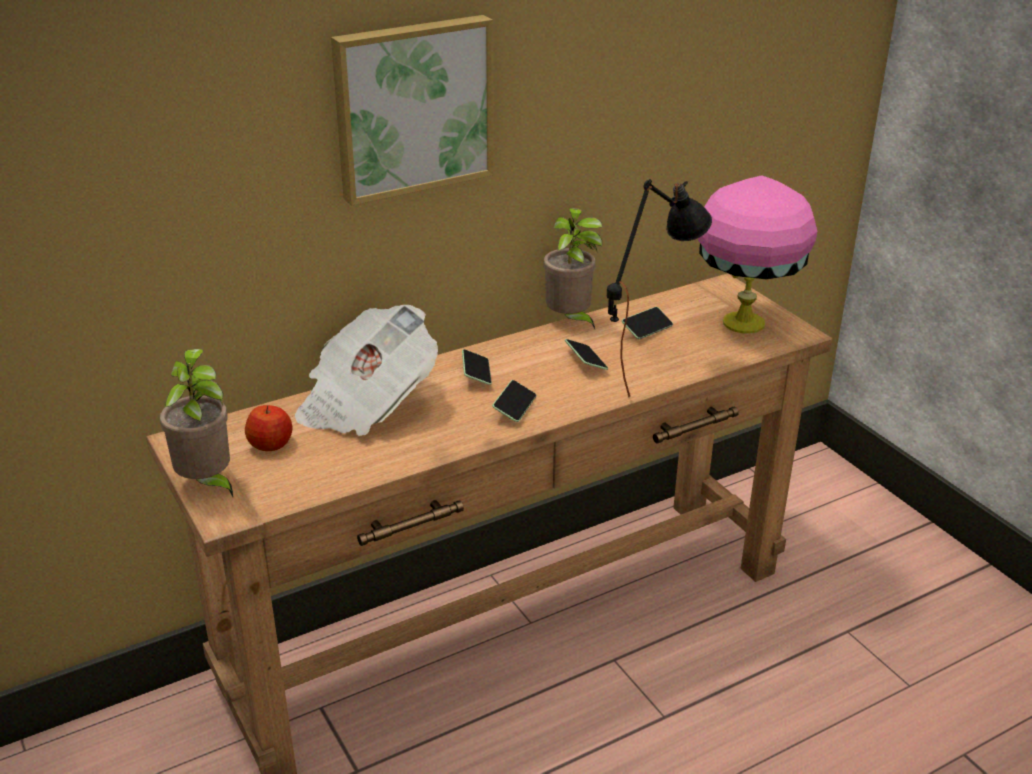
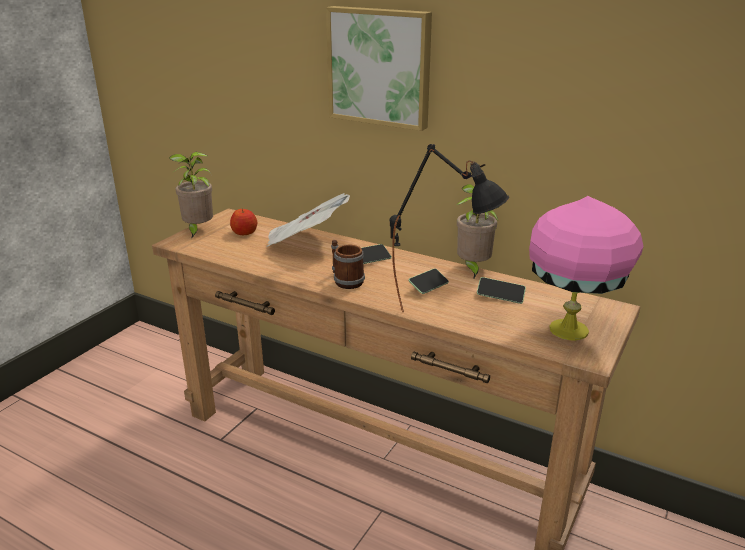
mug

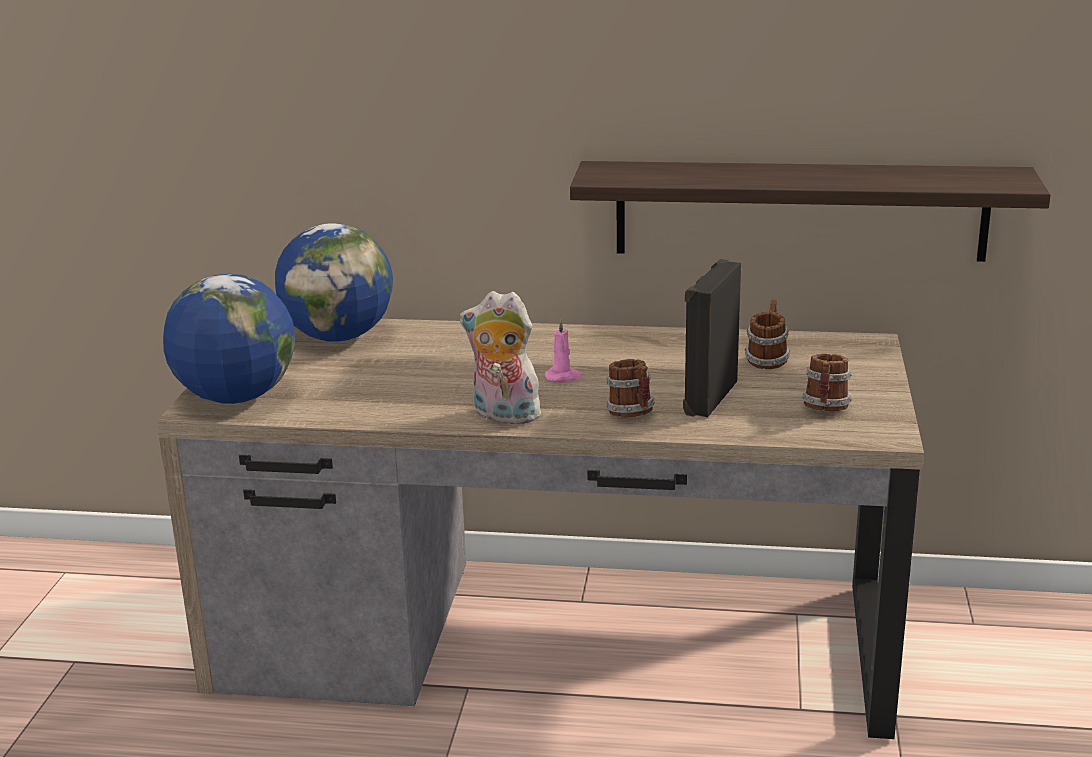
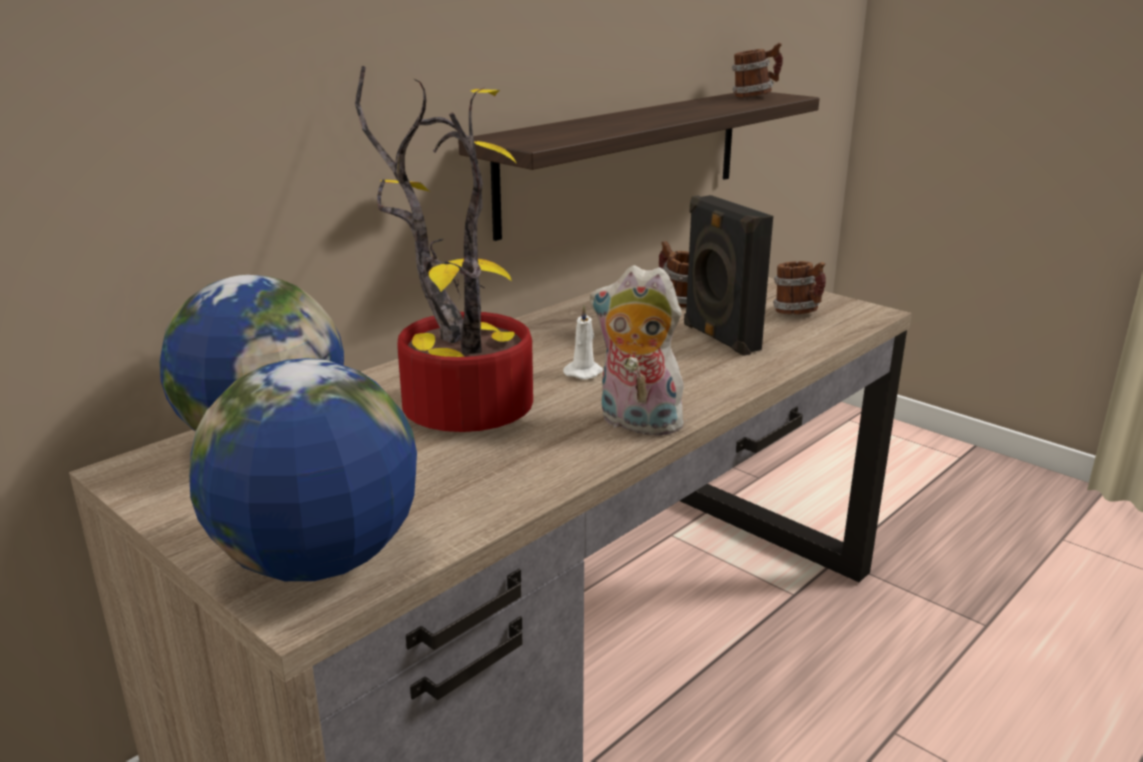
potted plant
white candle
plush toy
mug (2nd from left)

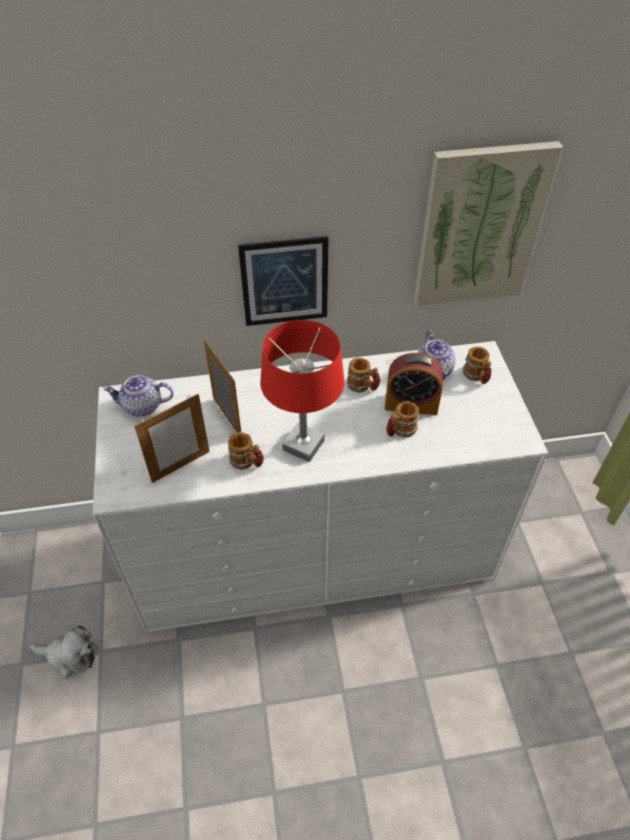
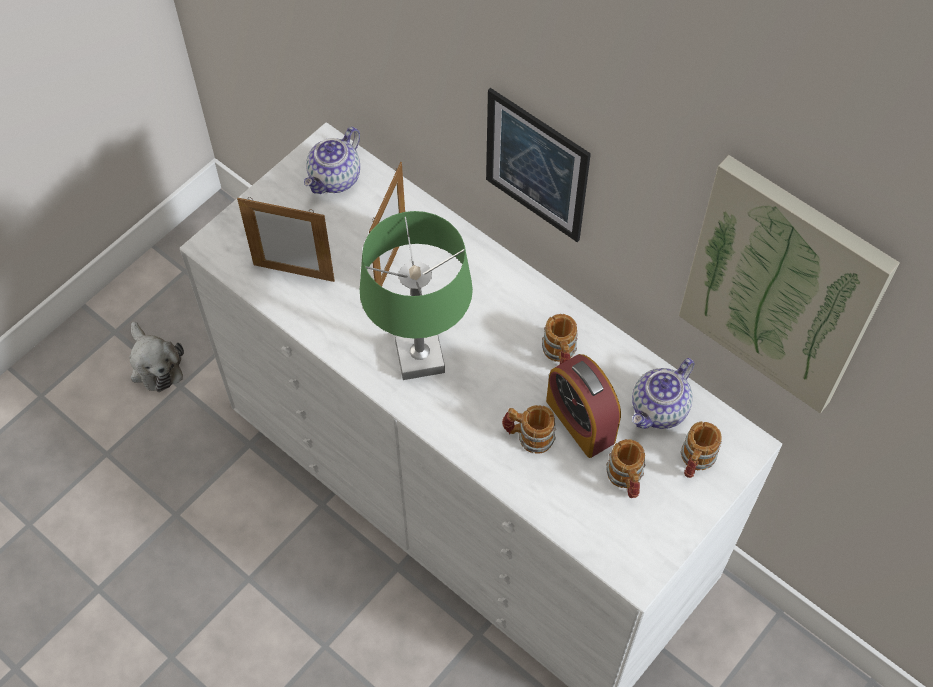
teapot (1st from left)
green table lamp
mug (3rd from left)

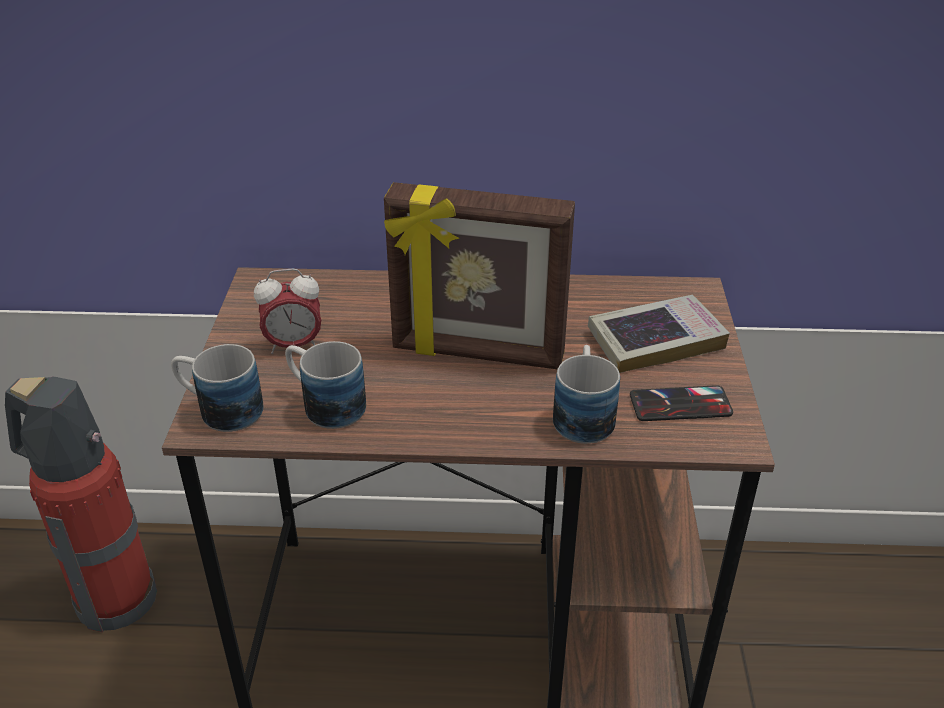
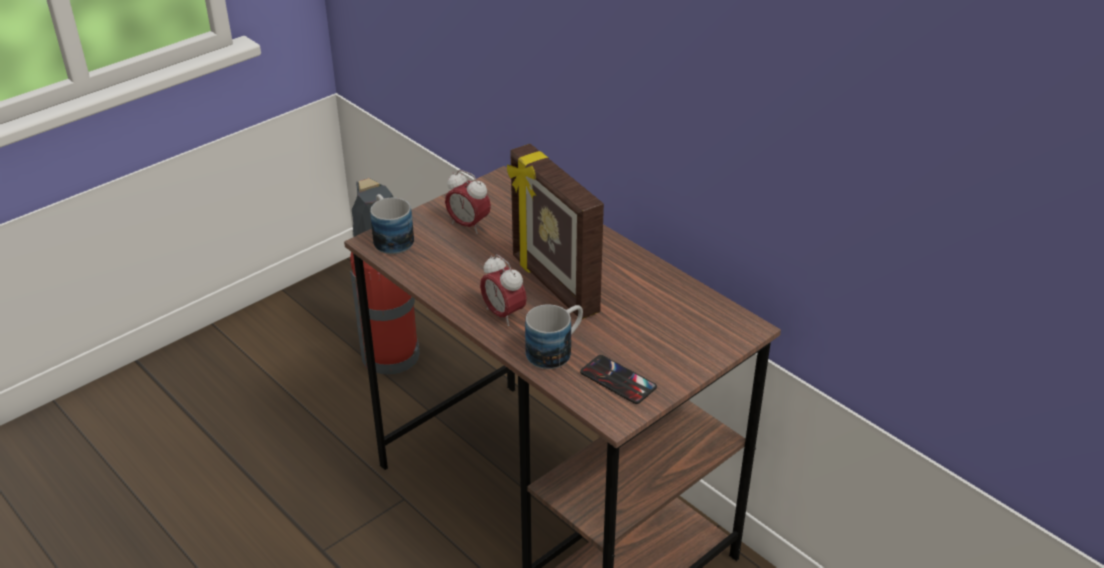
alarm clock (2nd from left)
mug (2nd from left in the first image)
book

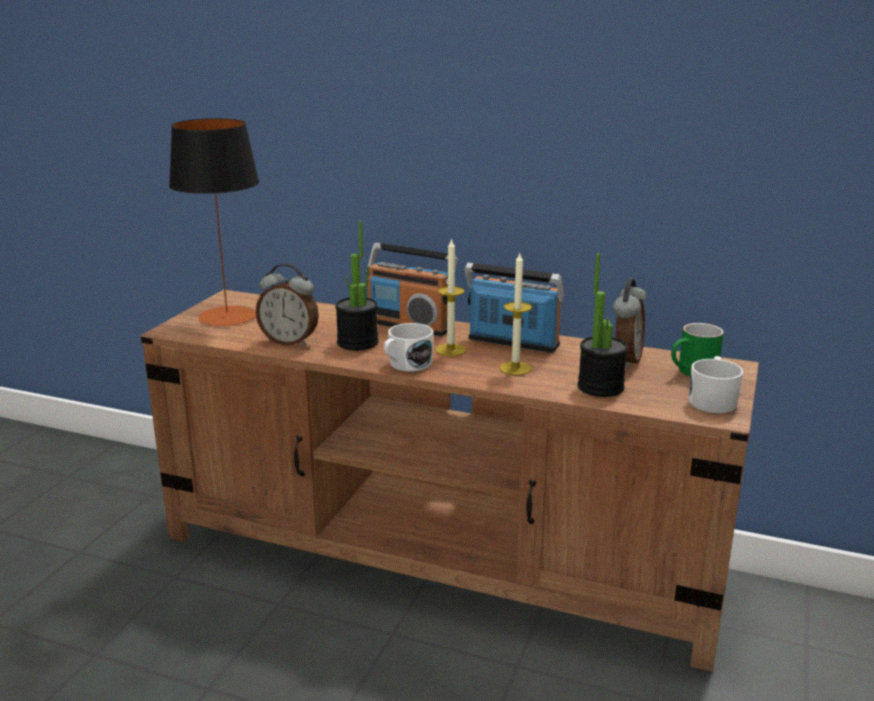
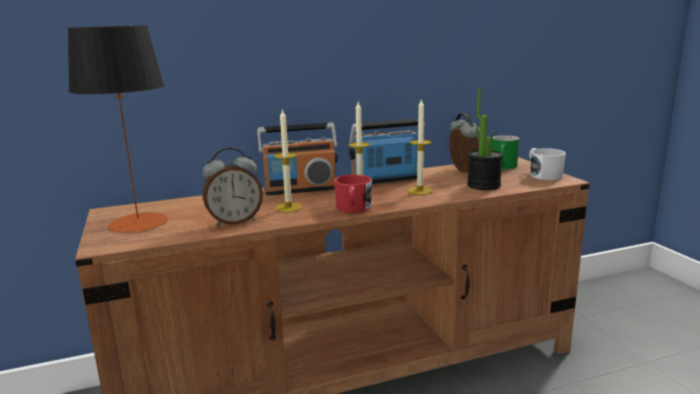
candle (1st from left)
red mug

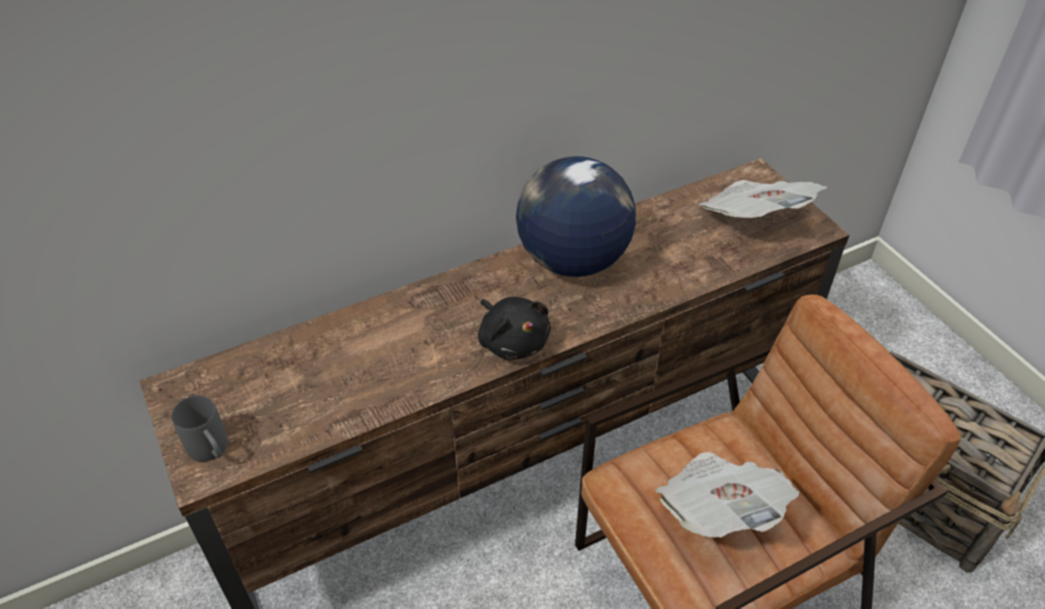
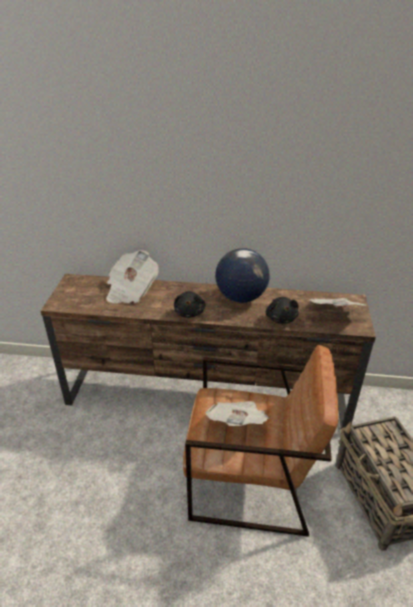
newspaper (1st from left)
black plush toy (2nd from left)
grey mug

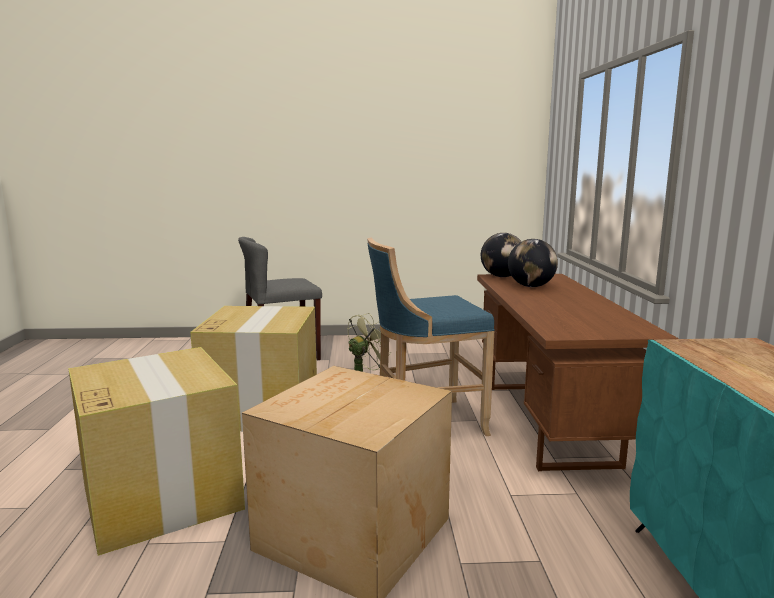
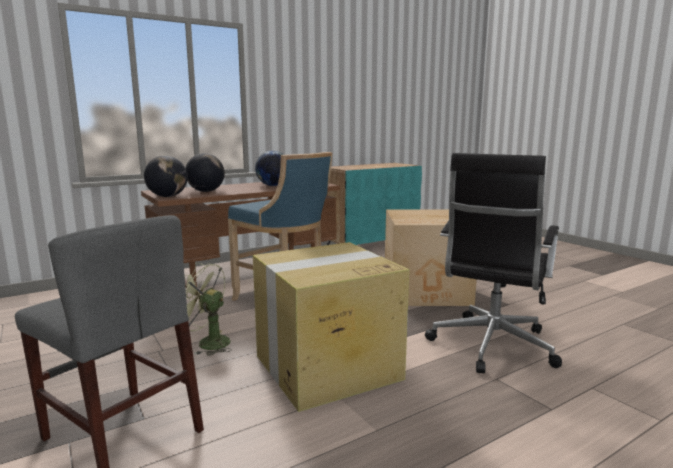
globe (3rd from left)
black office chair

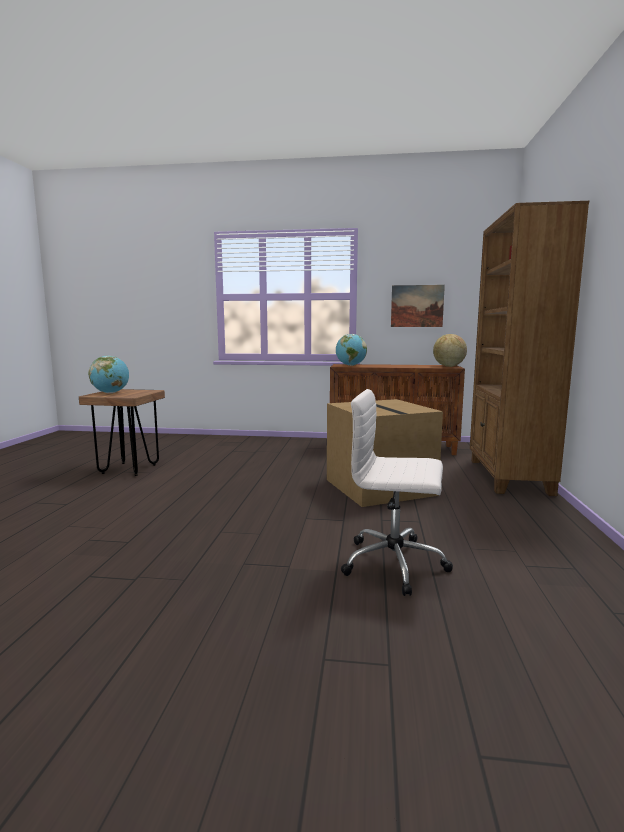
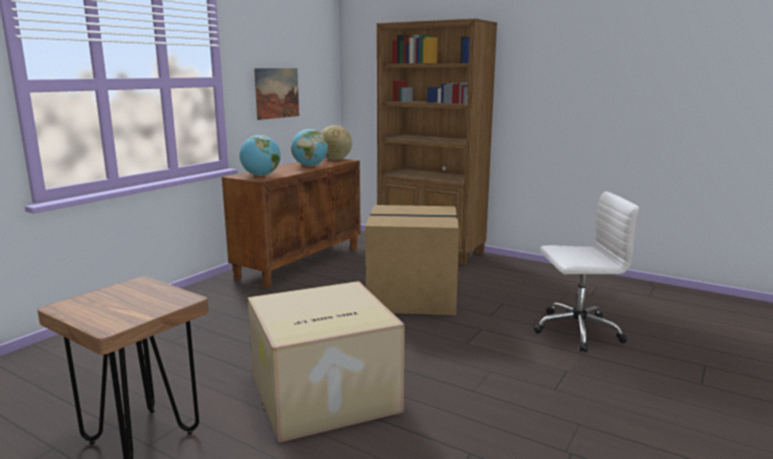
cardboard box (1st from left)
globe (2nd from left)
white office chair

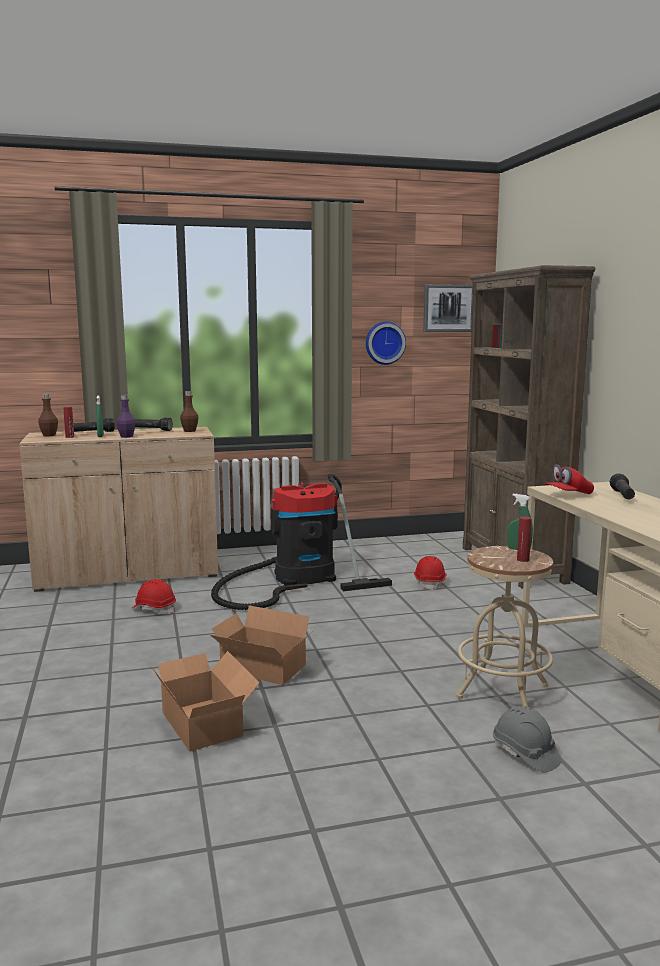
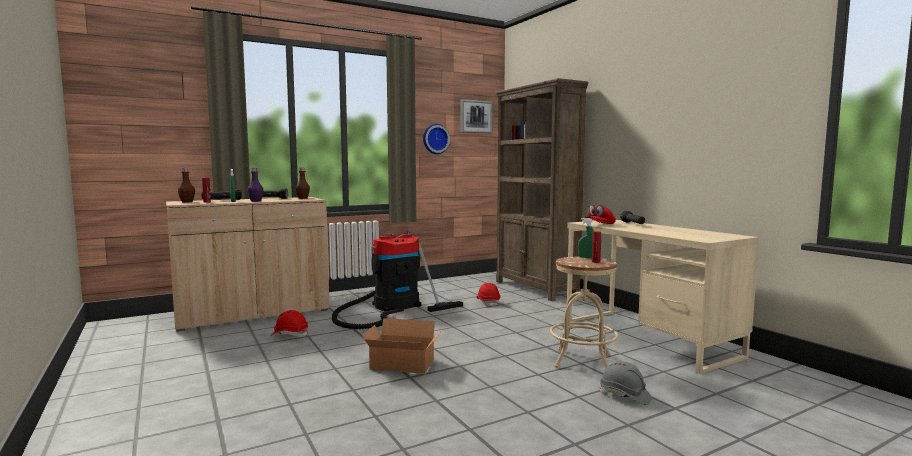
cardboard box (1st from left in the first image)

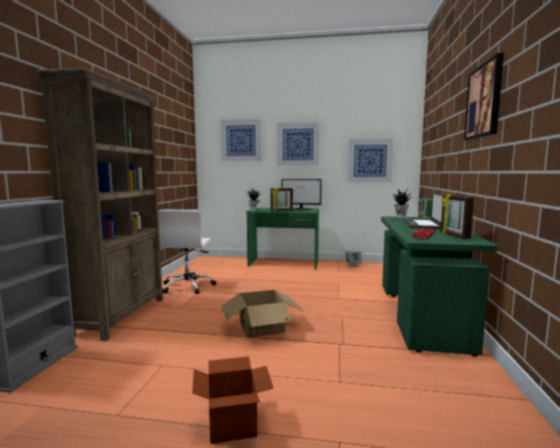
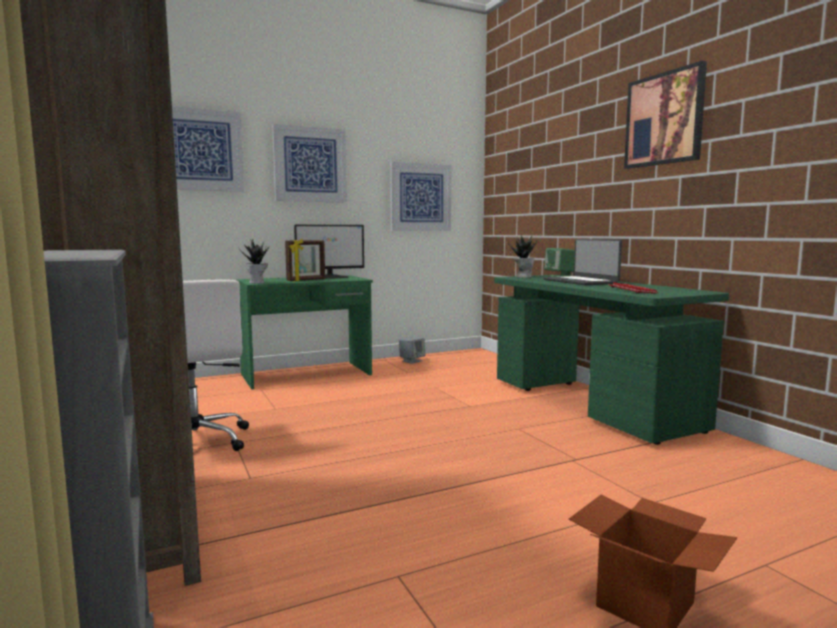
cardboard box (2nd from left in the first image)
picture frame (2nd from left in the first image)

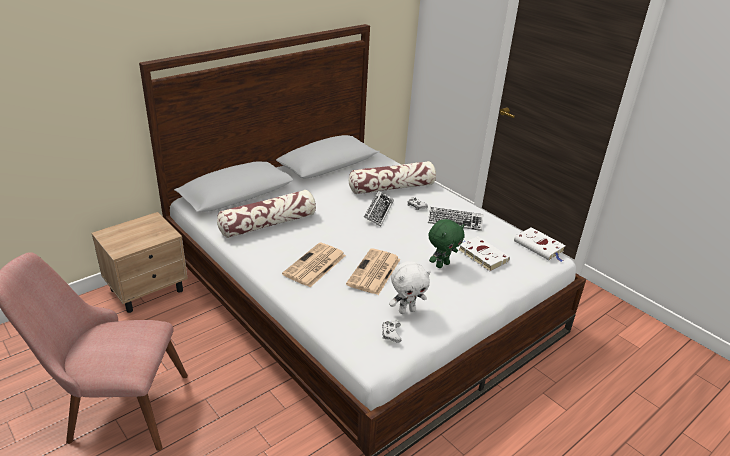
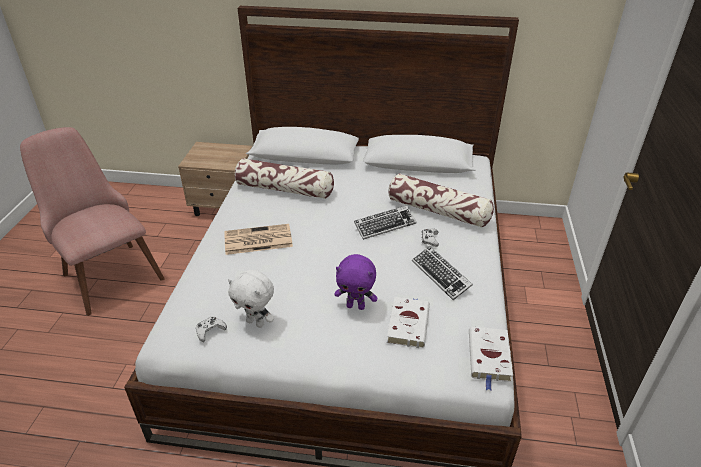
purple plush toy
newspaper (2nd from left in the first image)

